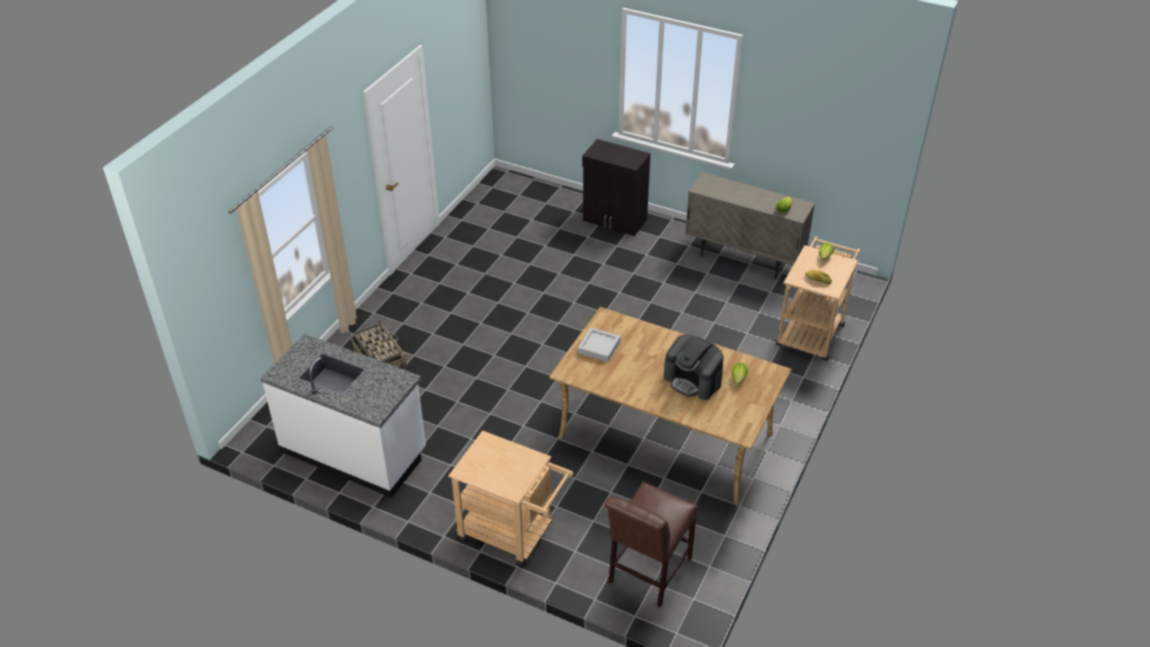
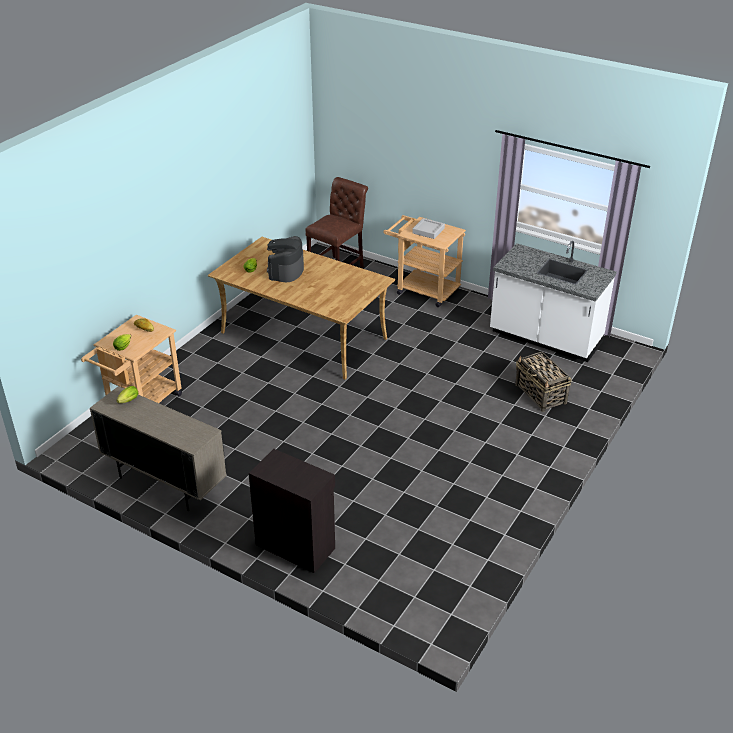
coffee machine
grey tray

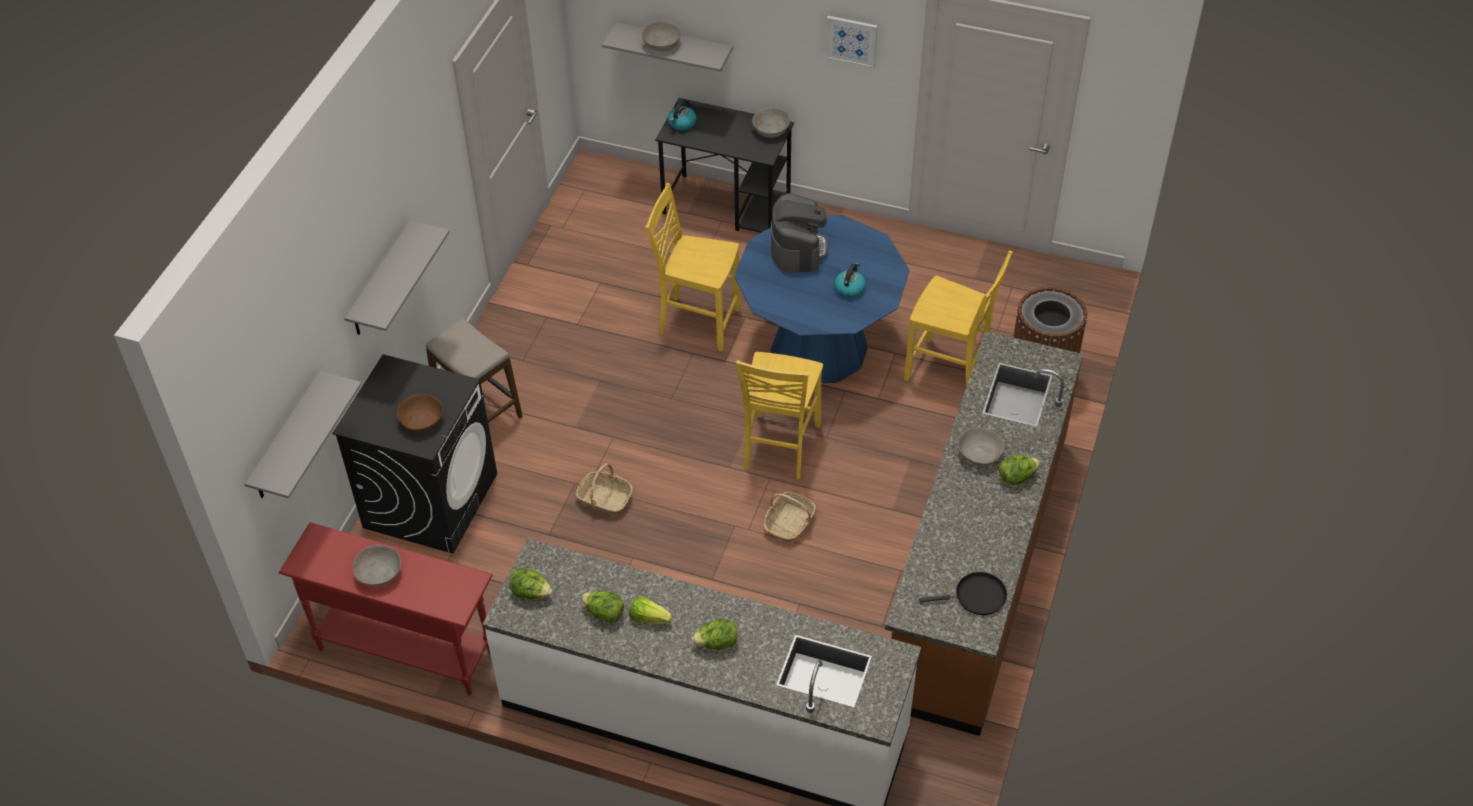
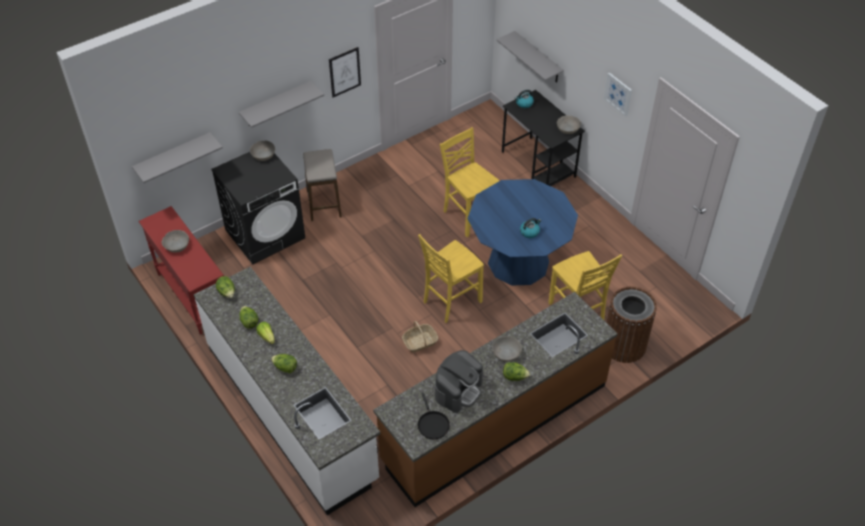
grey bowl (2nd from left)
picture (1st from left)
black frying pan
coffee machine
brown bowl
basket (1st from left in the first image)

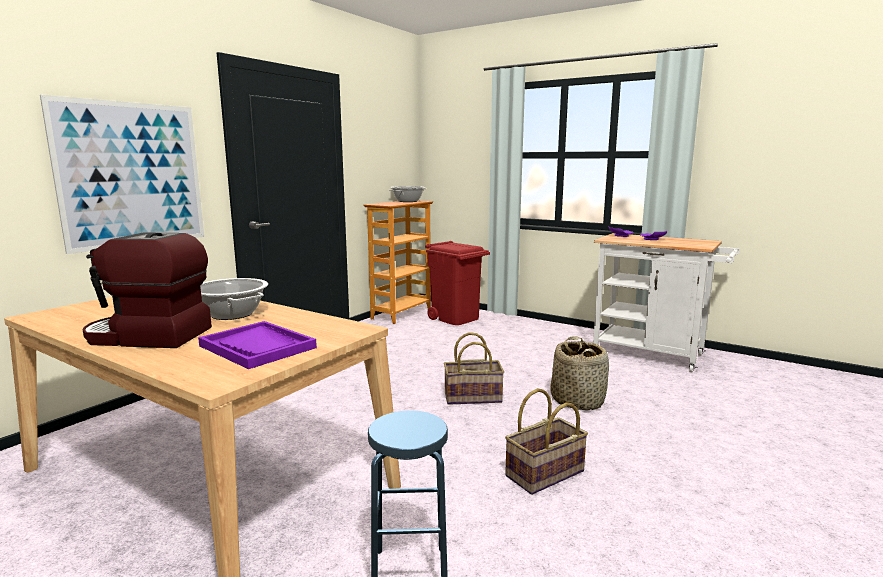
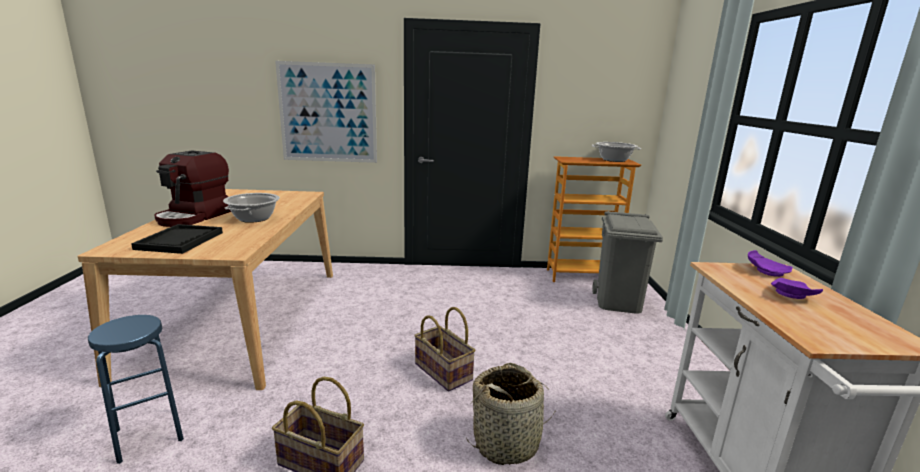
black tray
coffee machine
grey trash can

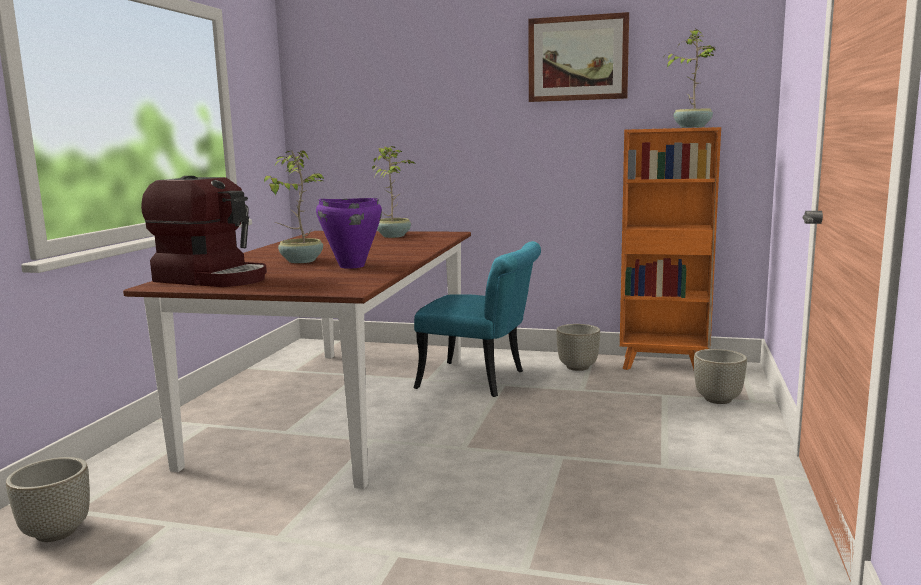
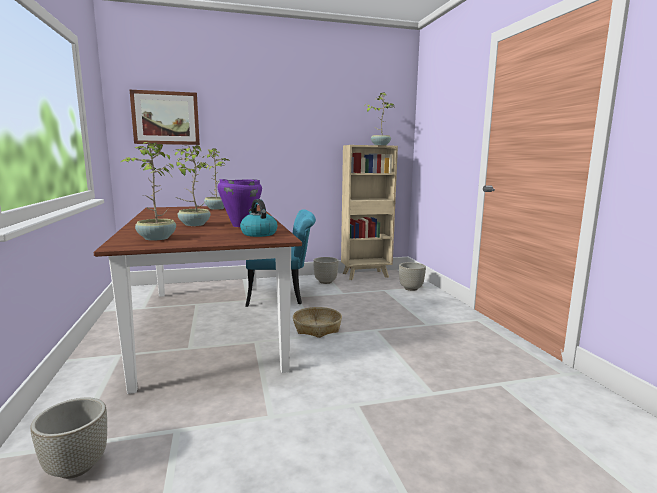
potted plant (1st from left)
picture
kettle
basket
beige bookcase

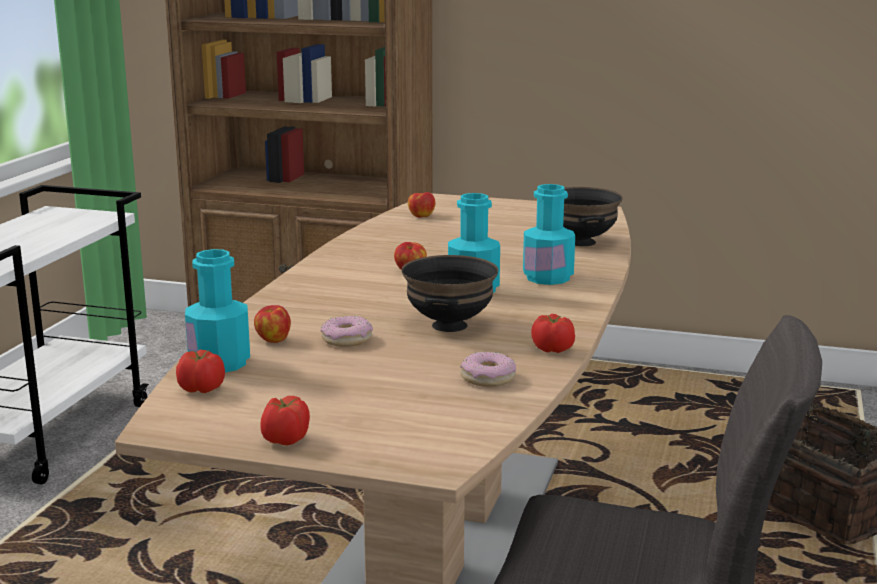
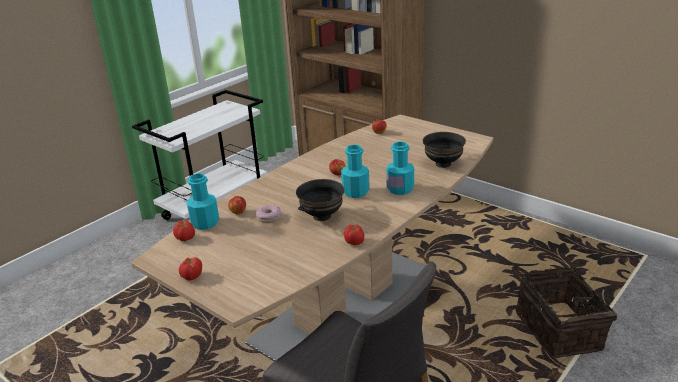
donut (2nd from left in the first image)

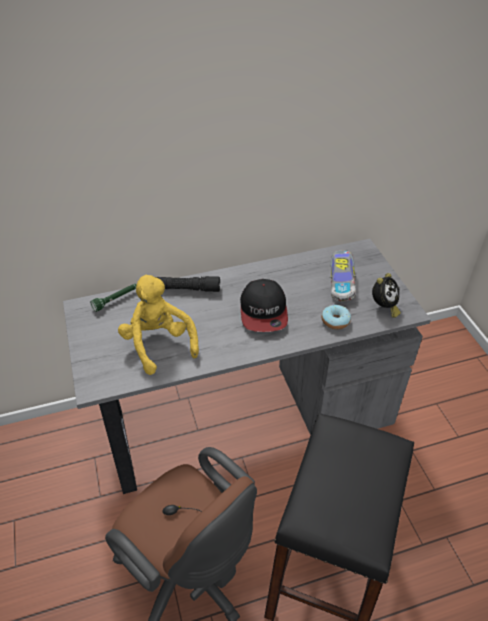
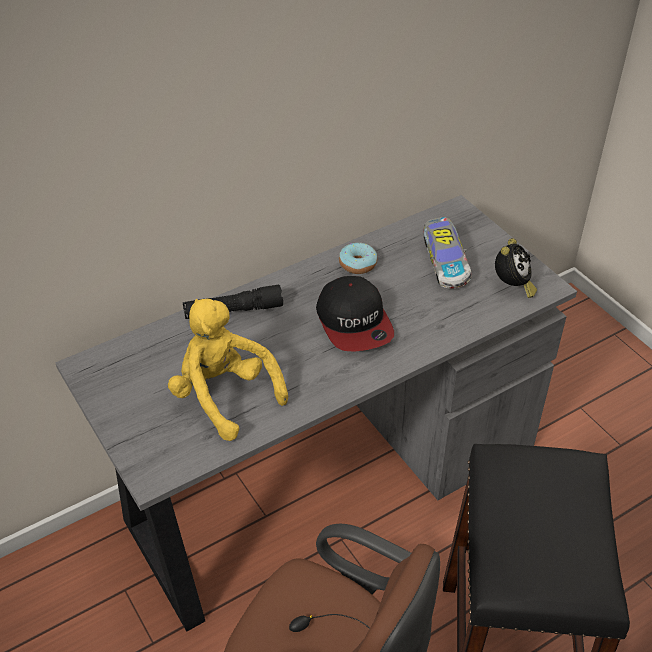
donut
green flashlight

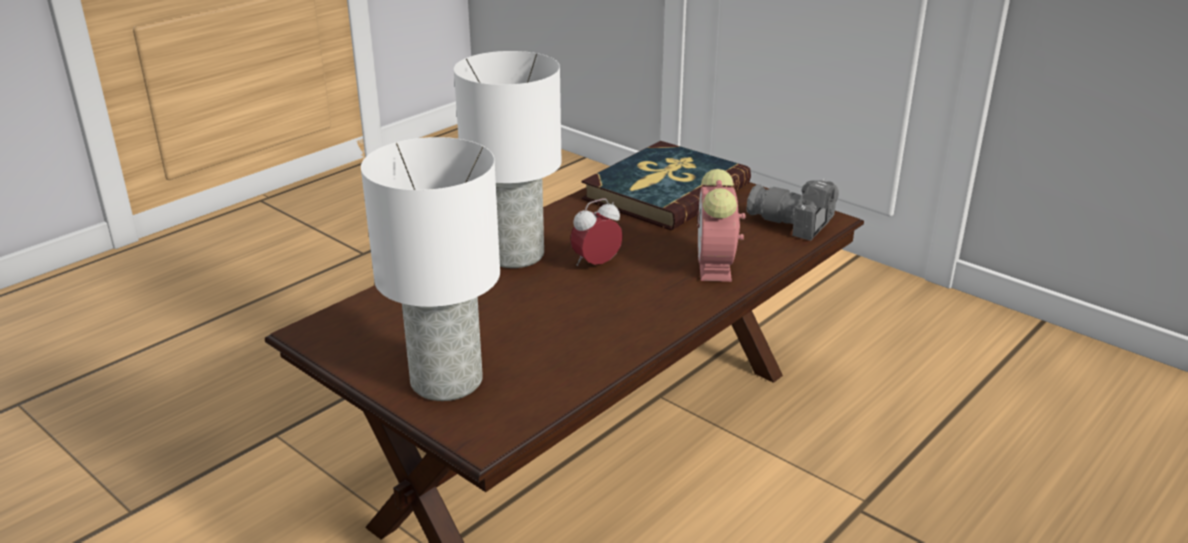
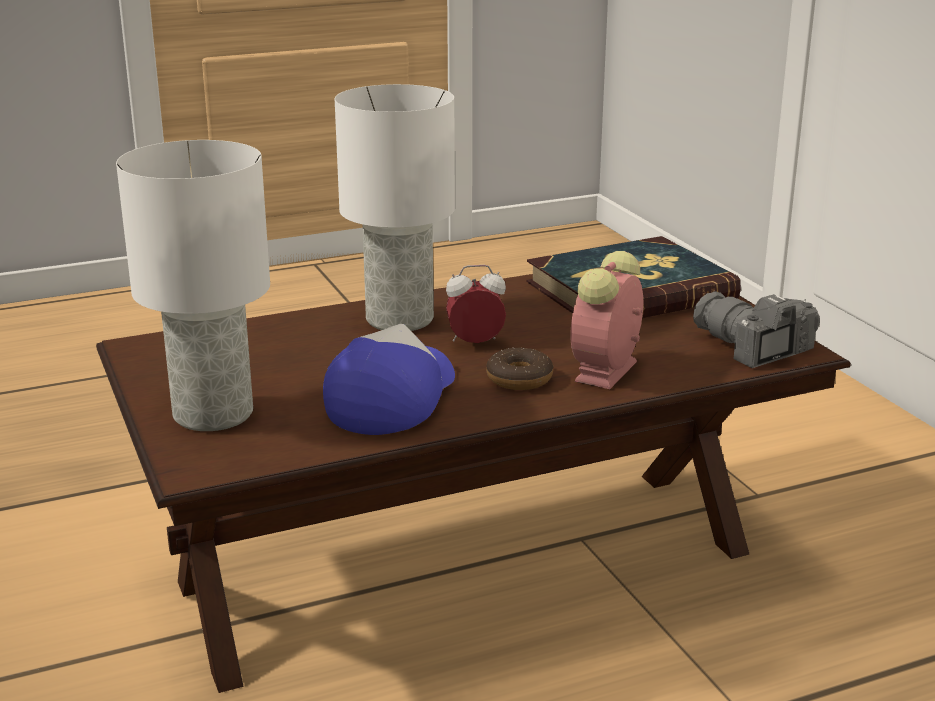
cap
donut

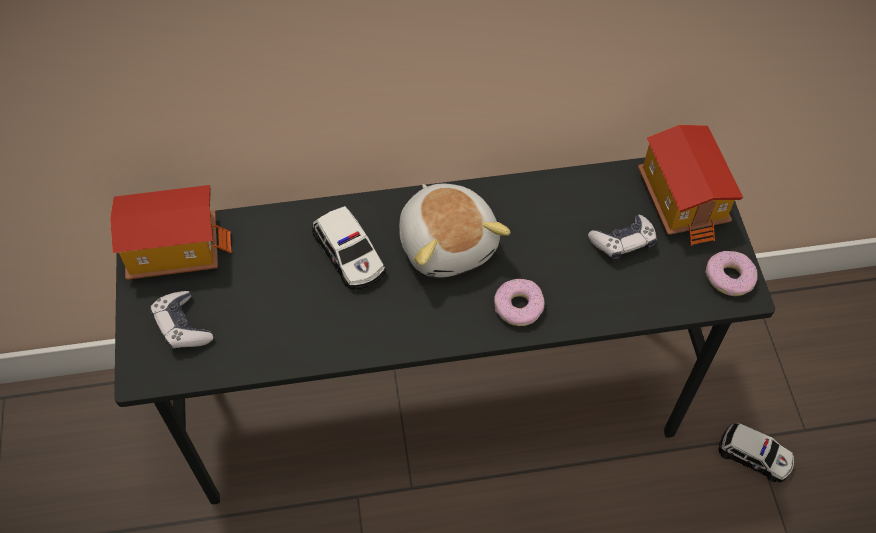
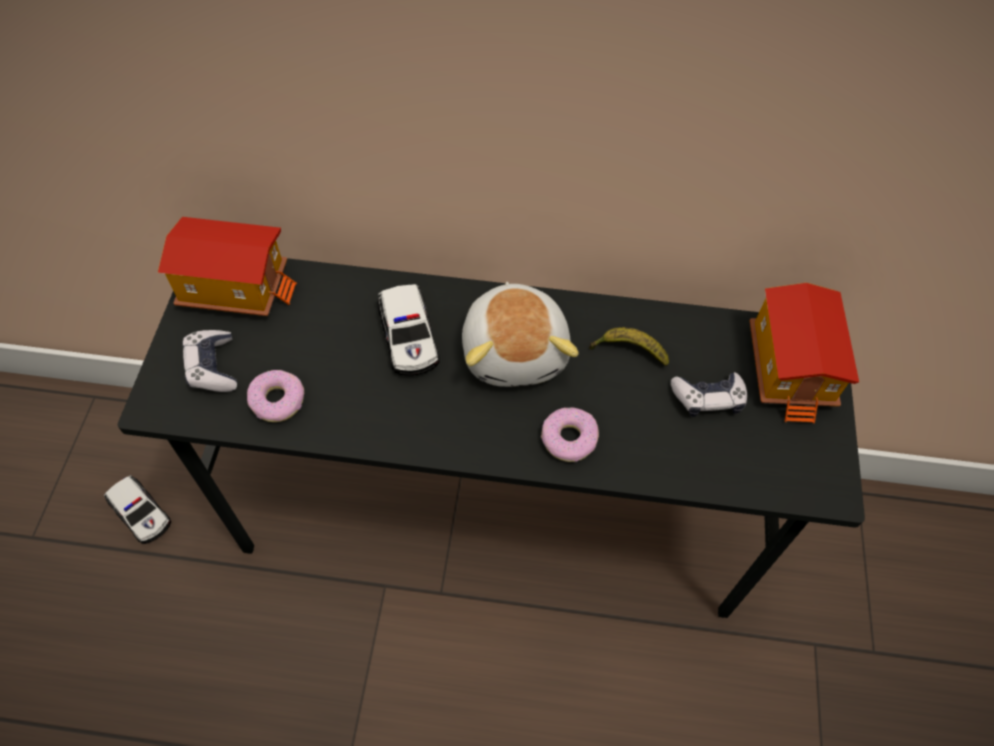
toy car (1st from left)
donut (1st from left)
banana

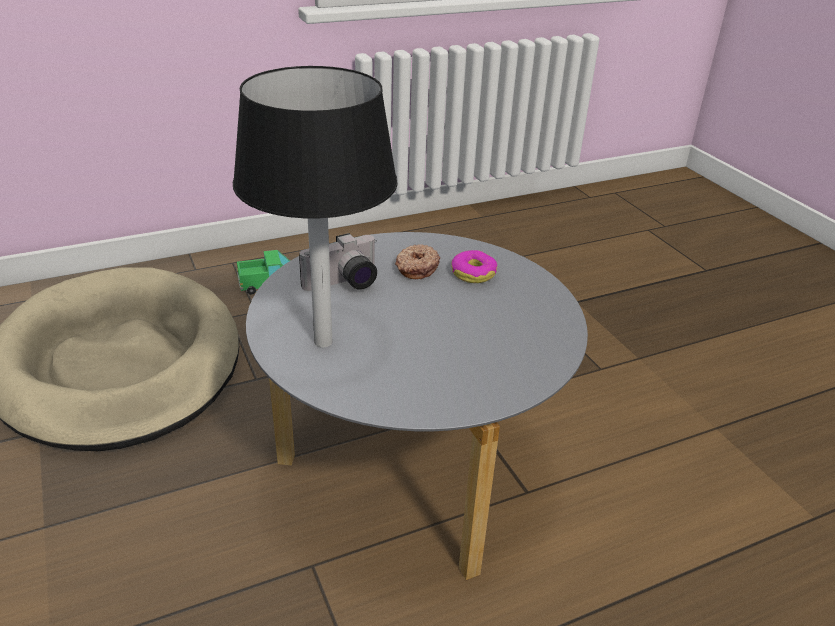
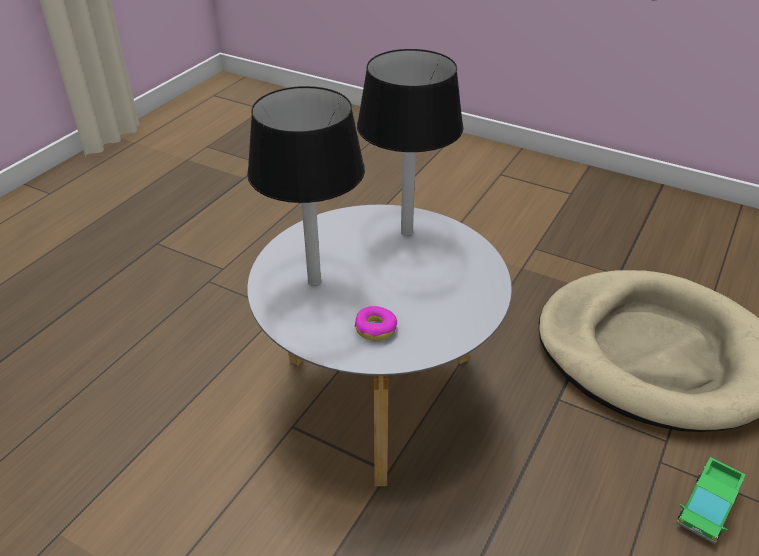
black table lamp (1st from left)
photo camera
donut (1st from left in the first image)

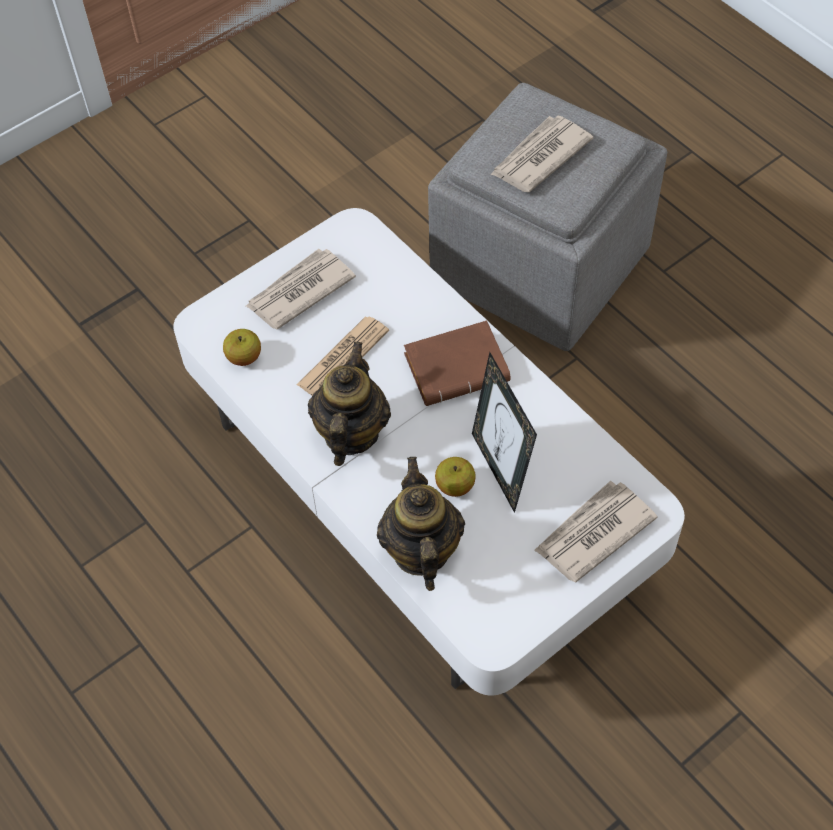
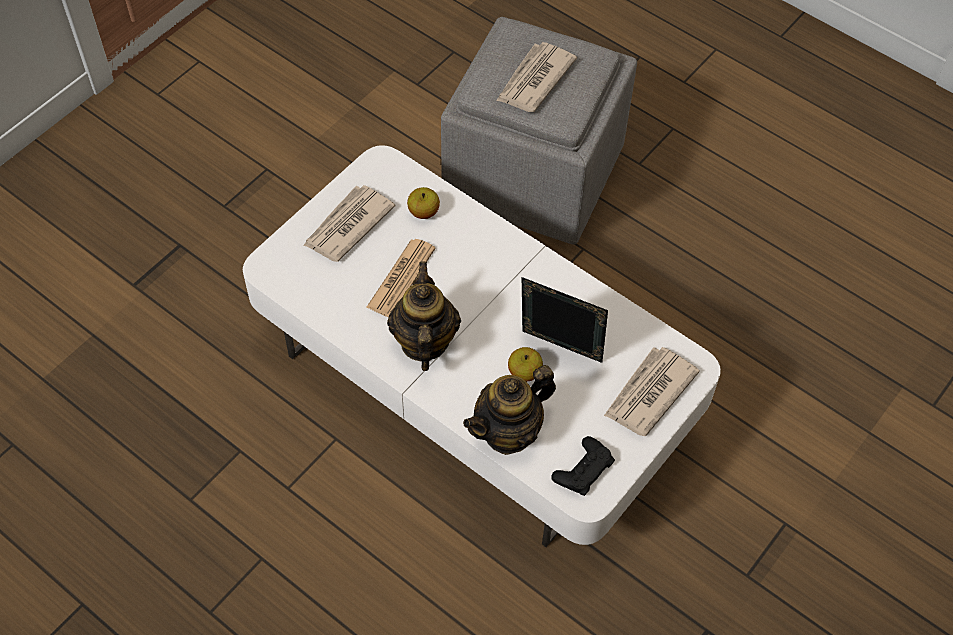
apple (1st from left)
teapot (2nd from left)
picture frame
black game controller
brown book

